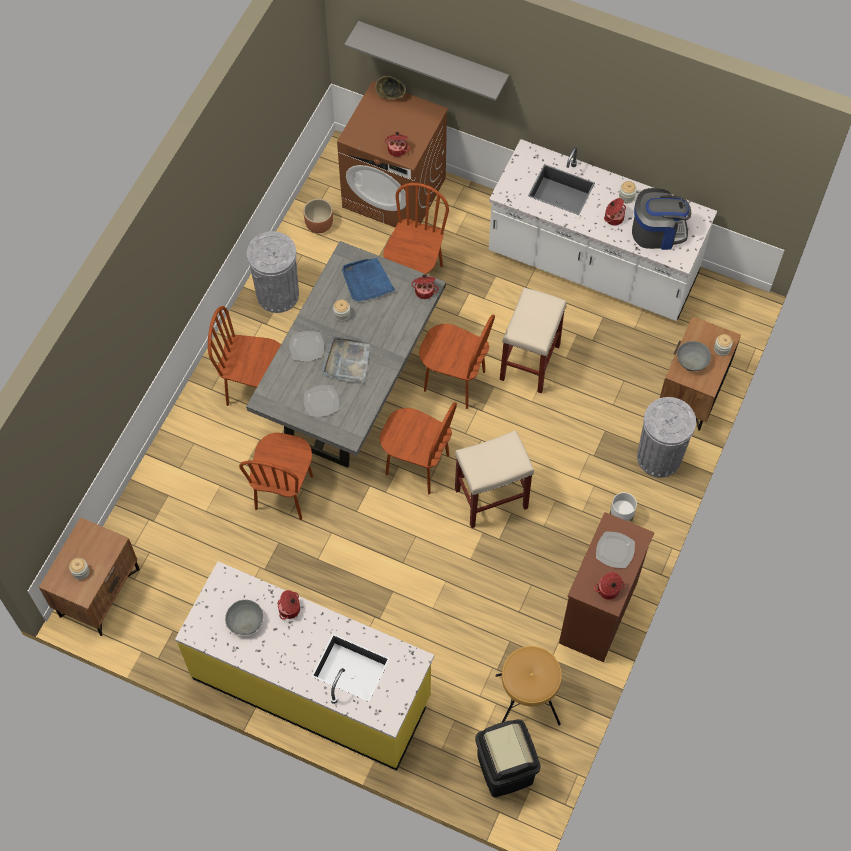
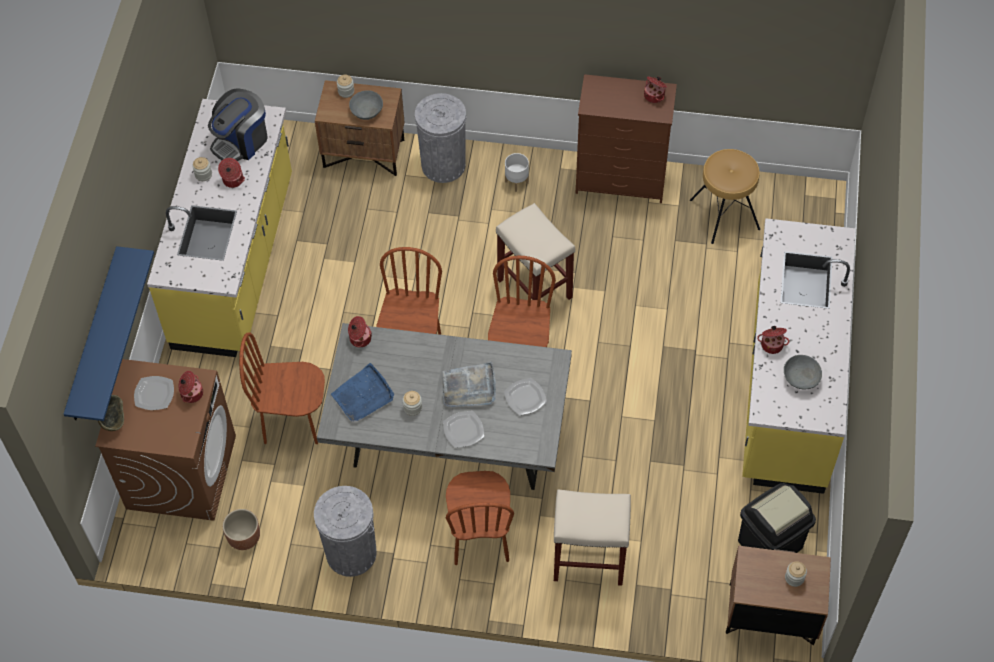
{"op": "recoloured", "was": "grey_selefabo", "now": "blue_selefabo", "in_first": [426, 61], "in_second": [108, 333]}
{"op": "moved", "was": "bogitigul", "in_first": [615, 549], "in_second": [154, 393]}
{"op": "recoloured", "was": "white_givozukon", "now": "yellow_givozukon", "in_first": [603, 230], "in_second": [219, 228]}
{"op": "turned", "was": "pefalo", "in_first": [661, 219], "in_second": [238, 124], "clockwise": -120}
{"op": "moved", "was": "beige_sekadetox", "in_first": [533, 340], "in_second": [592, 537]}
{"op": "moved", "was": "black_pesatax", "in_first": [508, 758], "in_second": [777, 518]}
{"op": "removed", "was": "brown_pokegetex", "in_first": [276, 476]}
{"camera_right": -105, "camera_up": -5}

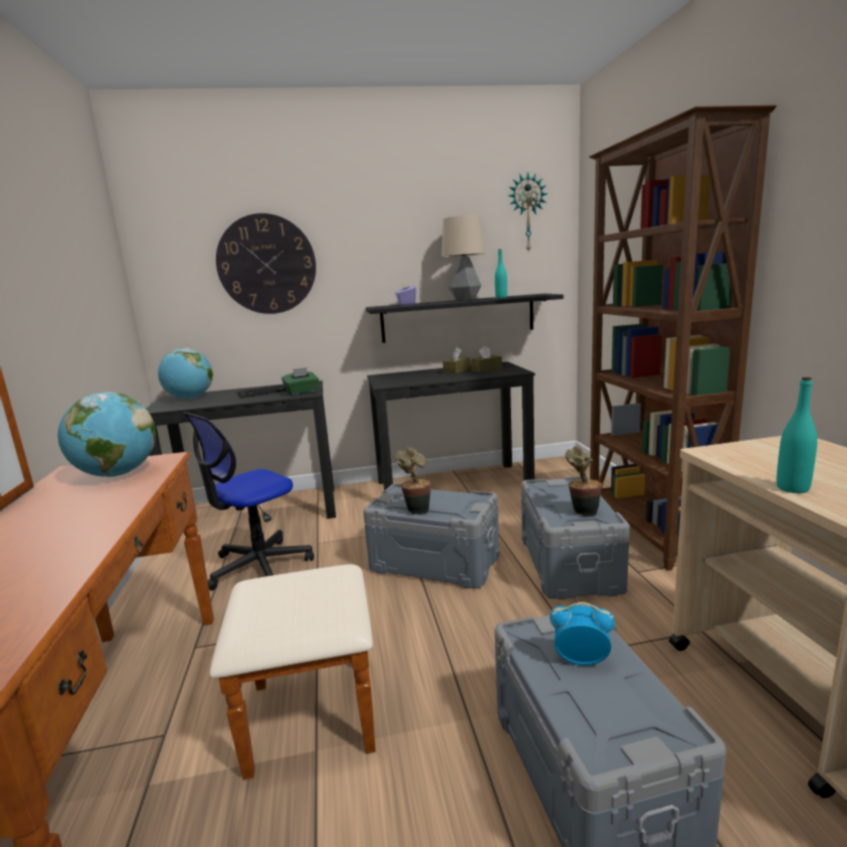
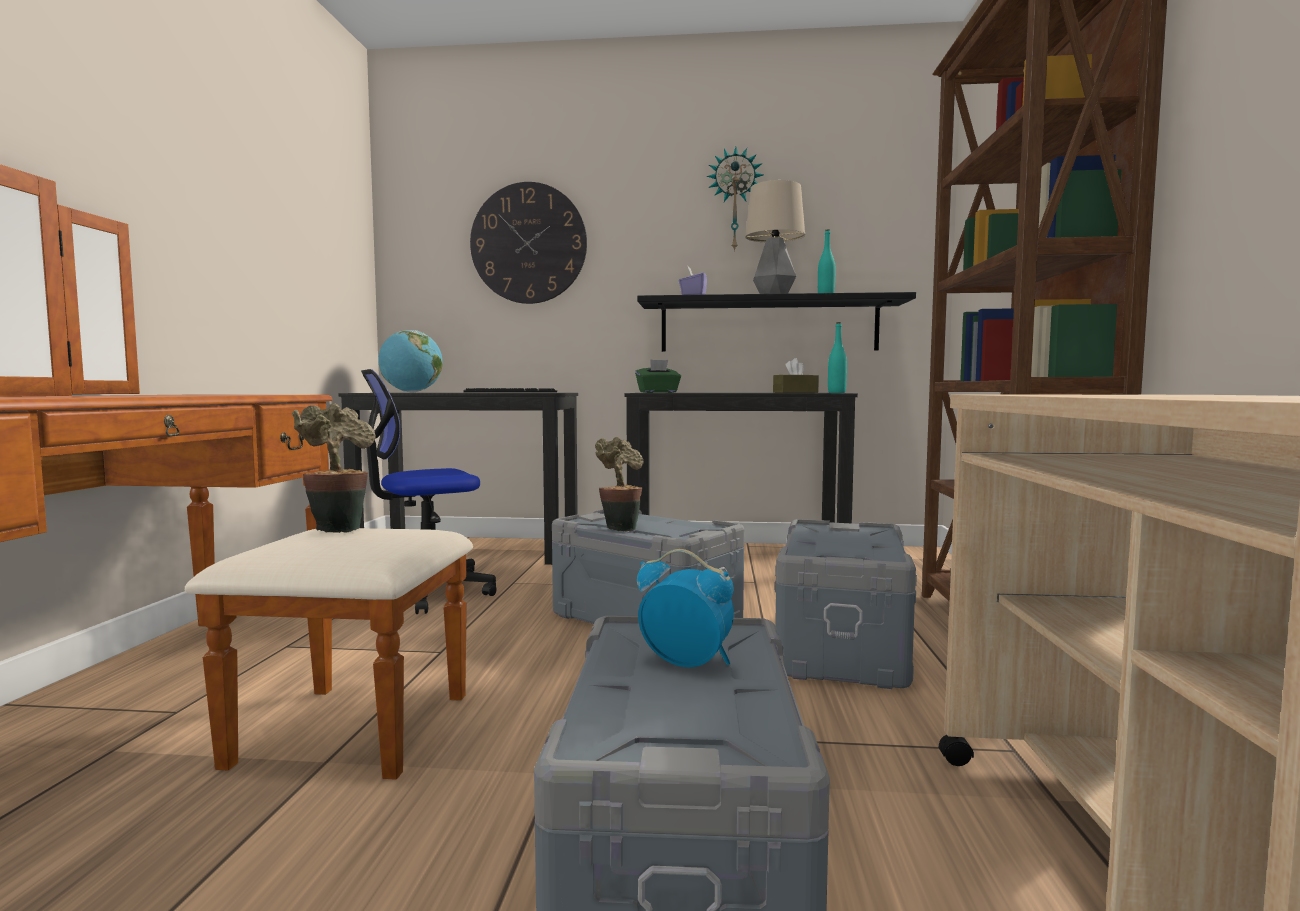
{"op": "moved", "was": "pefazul", "in_first": [583, 481], "in_second": [333, 468]}
{"op": "moved", "was": "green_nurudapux", "in_first": [300, 381], "in_second": [658, 376]}
{"op": "moved", "was": "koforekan", "in_first": [527, 212], "in_second": [735, 199]}
{"op": "moved", "was": "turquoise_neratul", "in_first": [796, 435], "in_second": [837, 357]}
{"op": "removed", "was": "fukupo", "in_first": [107, 434]}
{"op": "removed", "was": "brown_nurudapux", "in_first": [456, 360]}
{"camera_right": 15, "camera_up": -10}

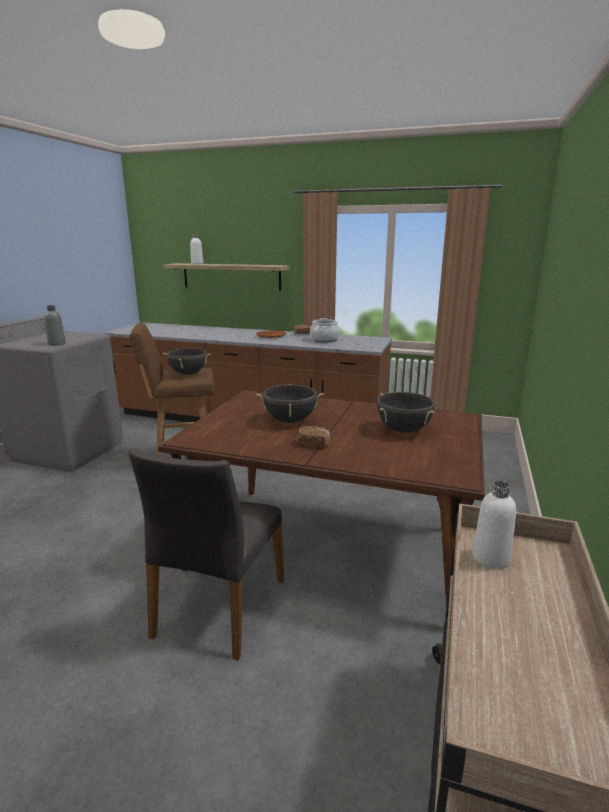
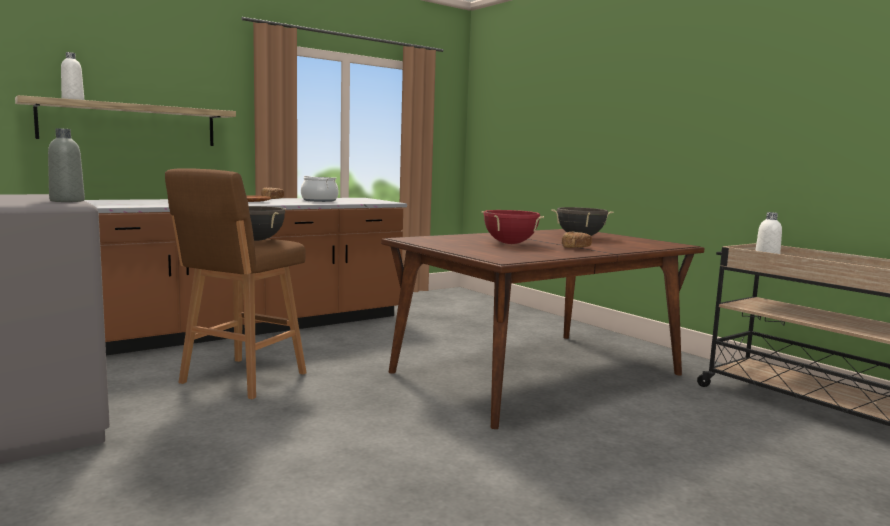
{"op": "recoloured", "was": "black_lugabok", "now": "red_lugabok", "in_first": [290, 403], "in_second": [512, 227]}
{"op": "removed", "was": "grey_pokegetex", "in_first": [206, 554]}
{"camera_right": -55, "camera_up": -10}

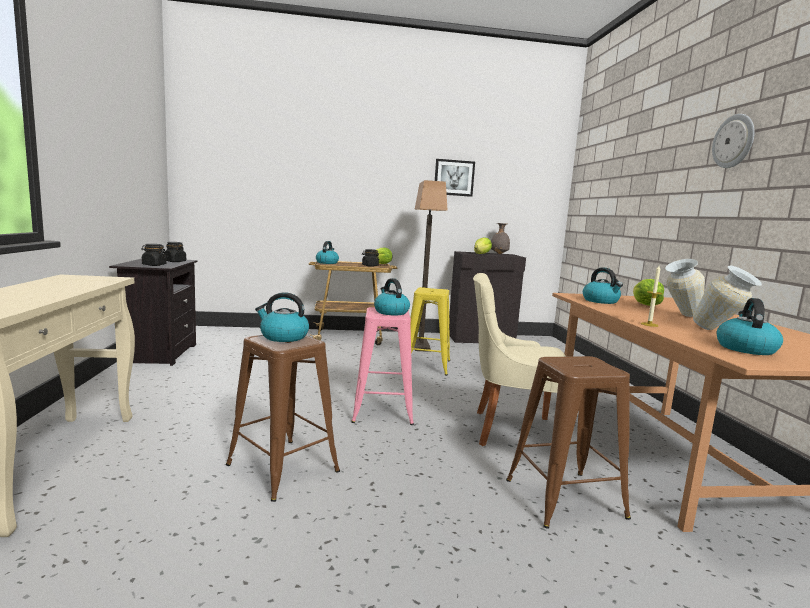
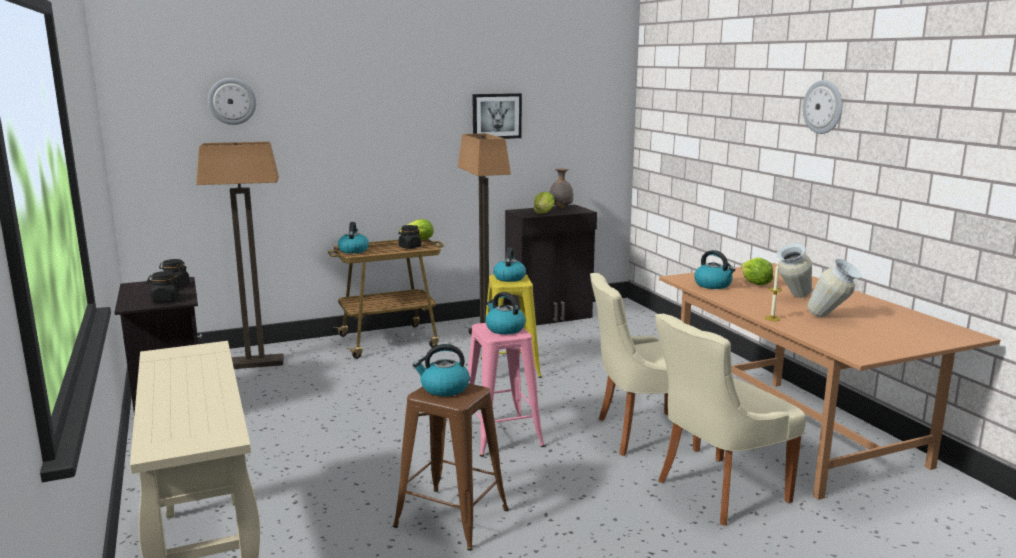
{"op": "added", "now": "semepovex", "in_second": [240, 255]}
{"op": "added", "now": "koforekan", "in_second": [232, 101]}
{"op": "moved", "was": "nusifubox", "in_first": [749, 326], "in_second": [509, 265]}
{"op": "replaced", "was": "brown_sekadetox", "now": "beige_pokegetex", "in_first": [568, 442], "in_second": [730, 420]}
{"camera_right": -15, "camera_up": 5}

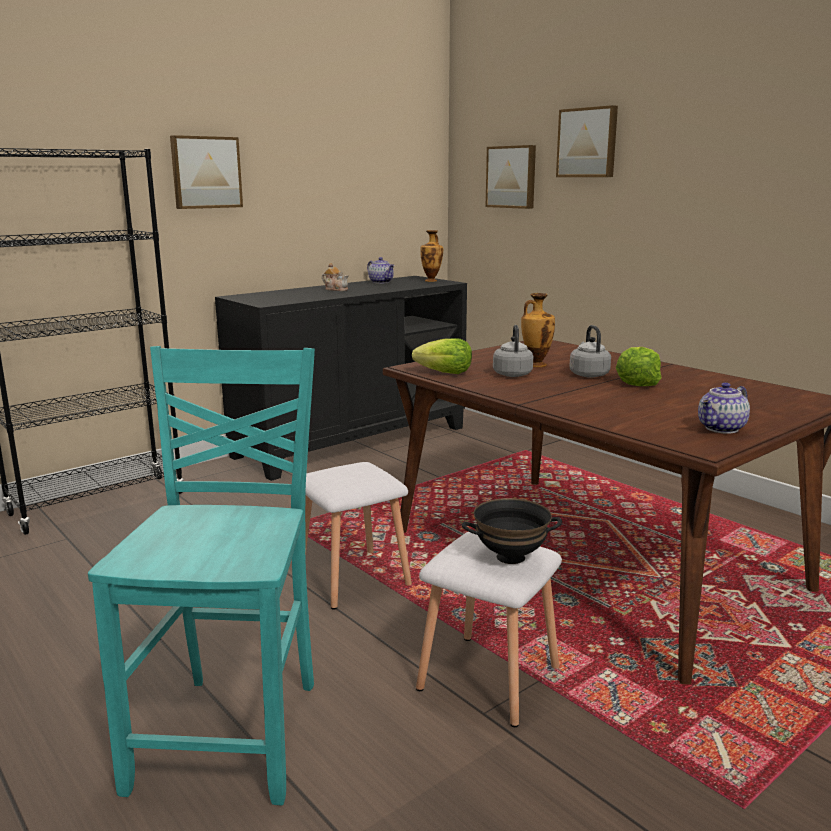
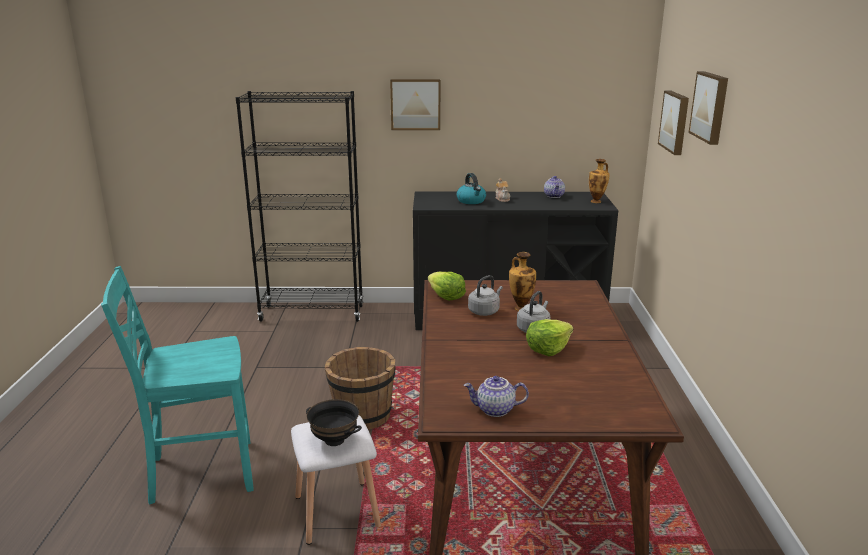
{"op": "turned", "was": "turquoise_pokegetex", "in_first": [201, 576], "in_second": [177, 385], "clockwise": -150}
{"op": "replaced", "was": "white_sekadetox", "now": "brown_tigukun", "in_first": [358, 536], "in_second": [360, 388]}
{"op": "added", "now": "nusifubox", "in_second": [471, 188]}
{"camera_right": 40, "camera_up": 5}

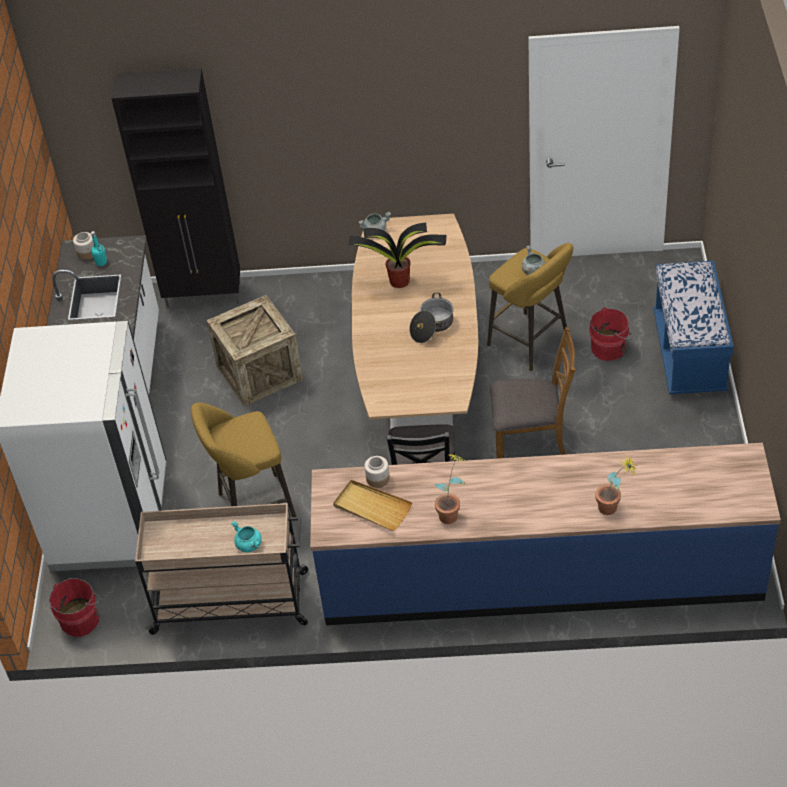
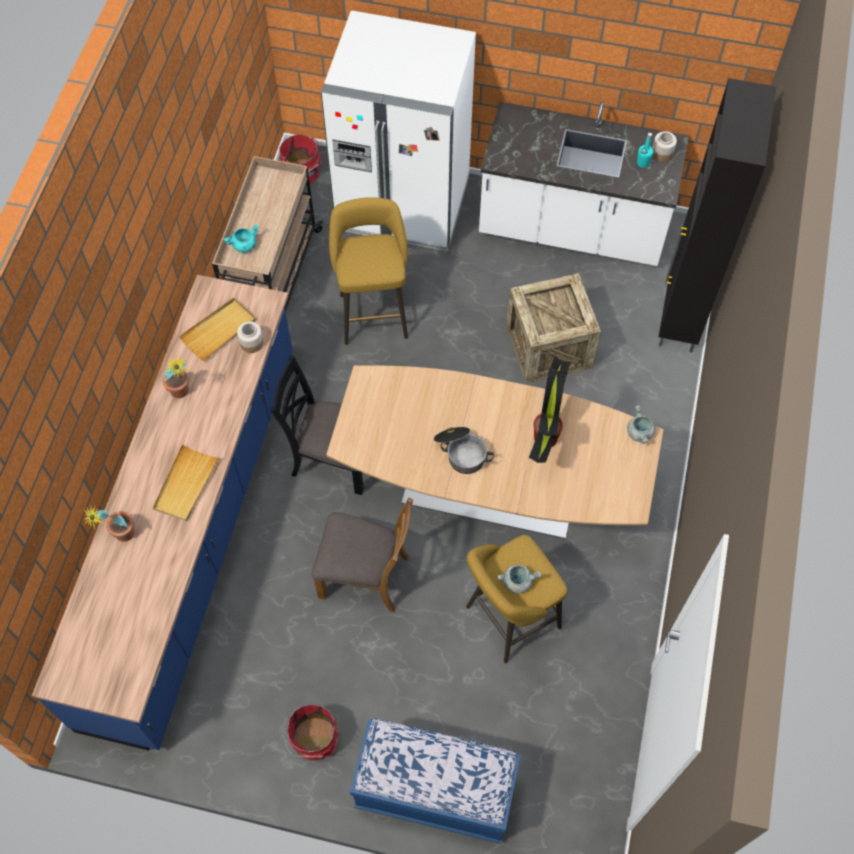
{"op": "added", "now": "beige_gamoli", "in_second": [186, 482]}
{"op": "moved", "was": "red_tigukun", "in_first": [610, 334], "in_second": [311, 732]}
{"op": "turned", "was": "brown_pokegetex", "in_first": [532, 393], "in_second": [362, 555], "clockwise": -90}
{"camera_right": 100, "camera_up": 15}

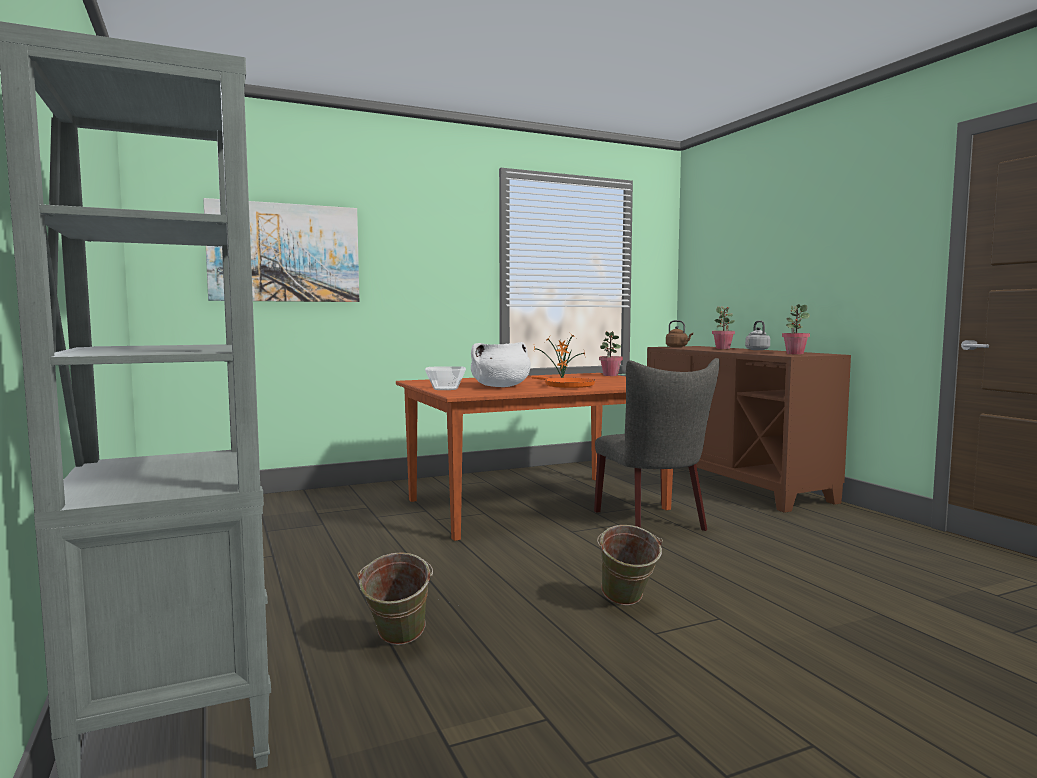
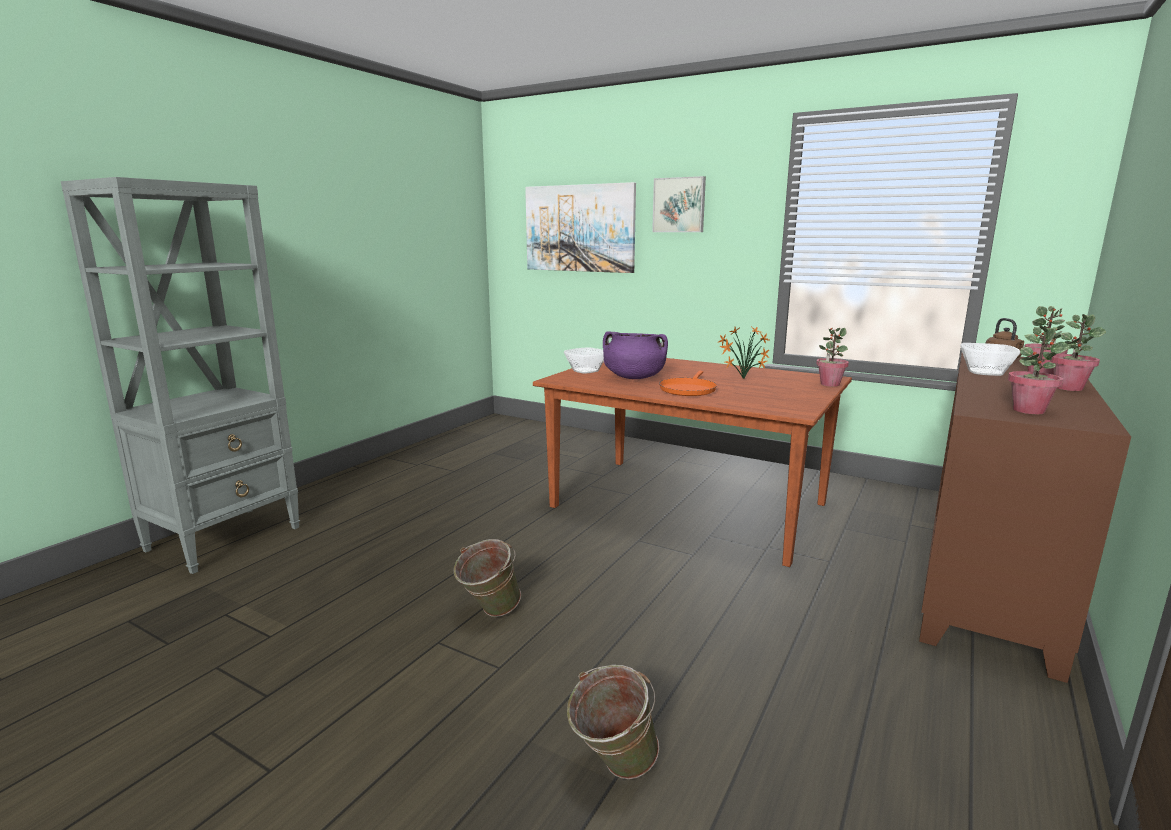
{"op": "moved", "was": "green_tigukun", "in_first": [395, 598], "in_second": [613, 722]}
{"op": "recoloured", "was": "white_lugabok", "now": "purple_lugabok", "in_first": [501, 364], "in_second": [635, 355]}
{"op": "added", "now": "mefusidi", "in_second": [679, 204]}
{"op": "added", "now": "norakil", "in_second": [990, 359]}
{"op": "replaced", "was": "grey_nusifubox", "now": "pefazul", "in_first": [757, 335], "in_second": [1078, 352]}
{"op": "removed", "was": "grey_pokegetex", "in_first": [657, 444]}
{"camera_right": 55, "camera_up": 10}

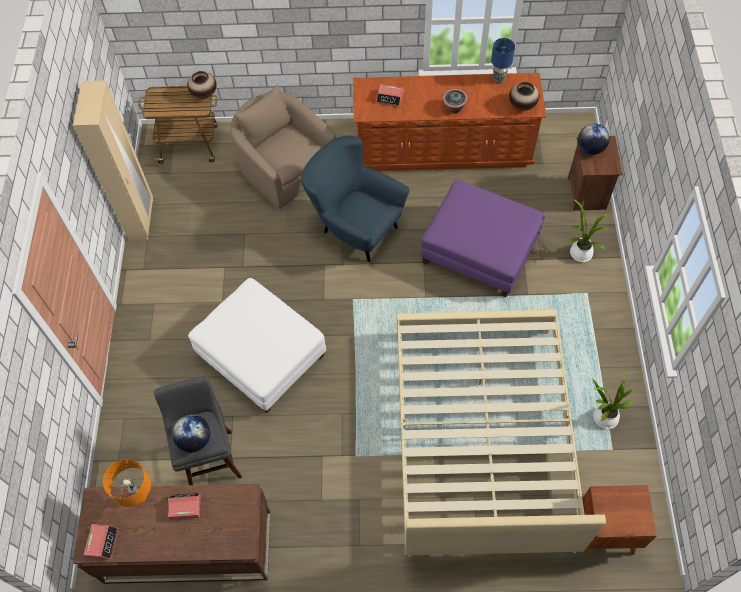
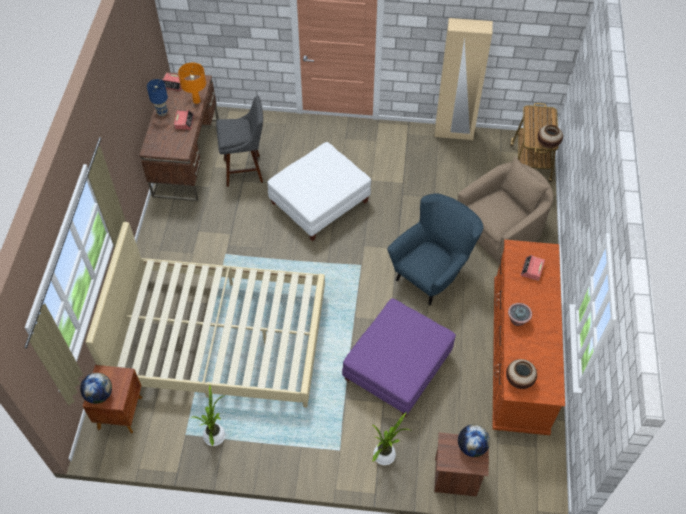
{"op": "moved", "was": "fukupo", "in_first": [191, 433], "in_second": [96, 388]}
{"op": "moved", "was": "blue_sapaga", "in_first": [503, 60], "in_second": [157, 97]}
{"camera_right": 95, "camera_up": -5}

